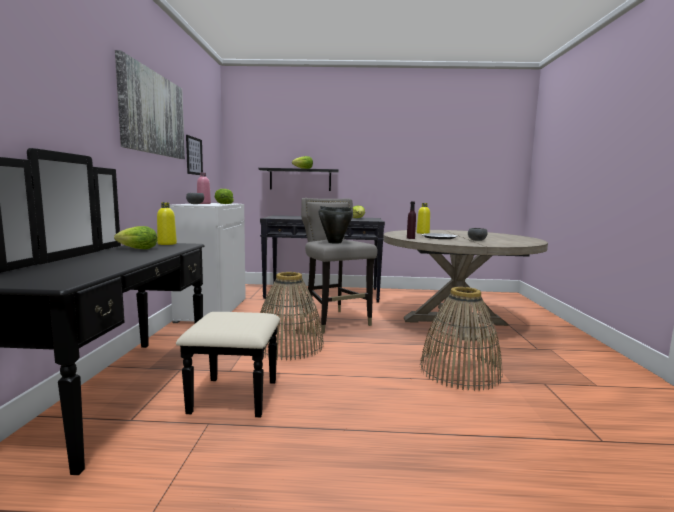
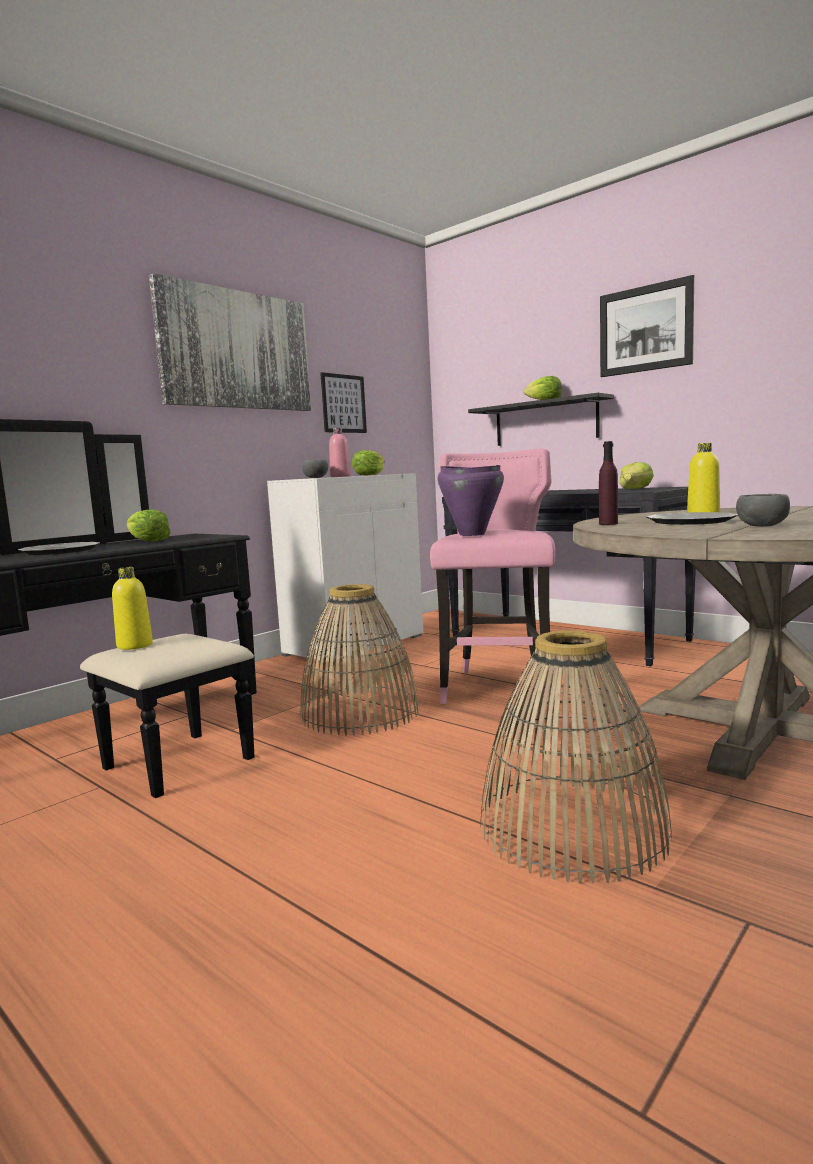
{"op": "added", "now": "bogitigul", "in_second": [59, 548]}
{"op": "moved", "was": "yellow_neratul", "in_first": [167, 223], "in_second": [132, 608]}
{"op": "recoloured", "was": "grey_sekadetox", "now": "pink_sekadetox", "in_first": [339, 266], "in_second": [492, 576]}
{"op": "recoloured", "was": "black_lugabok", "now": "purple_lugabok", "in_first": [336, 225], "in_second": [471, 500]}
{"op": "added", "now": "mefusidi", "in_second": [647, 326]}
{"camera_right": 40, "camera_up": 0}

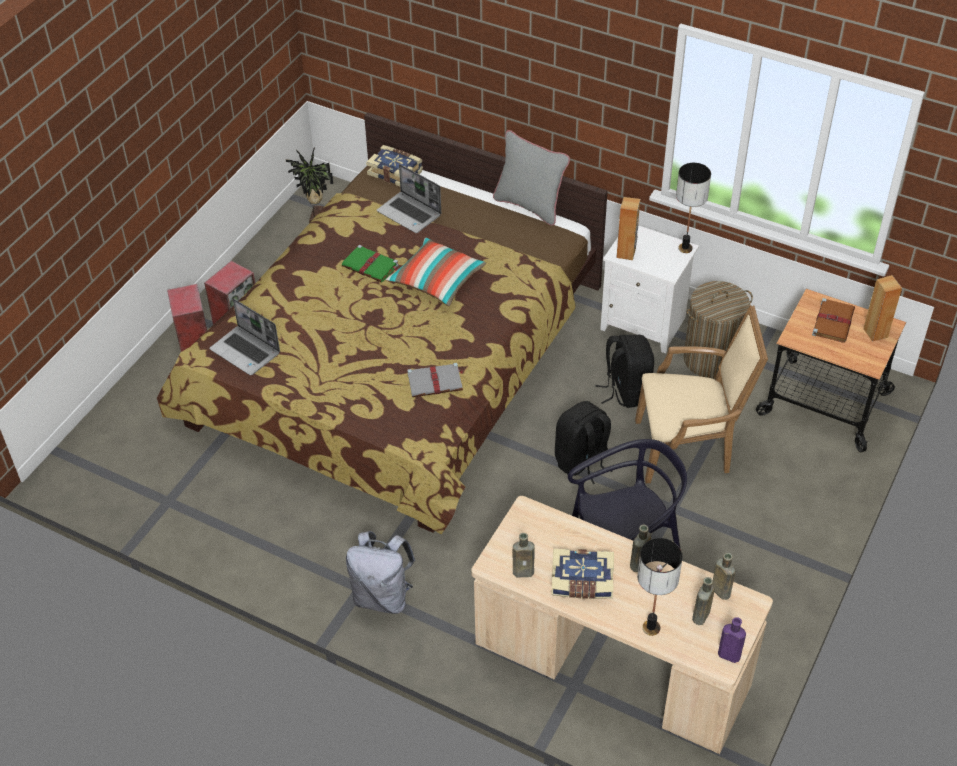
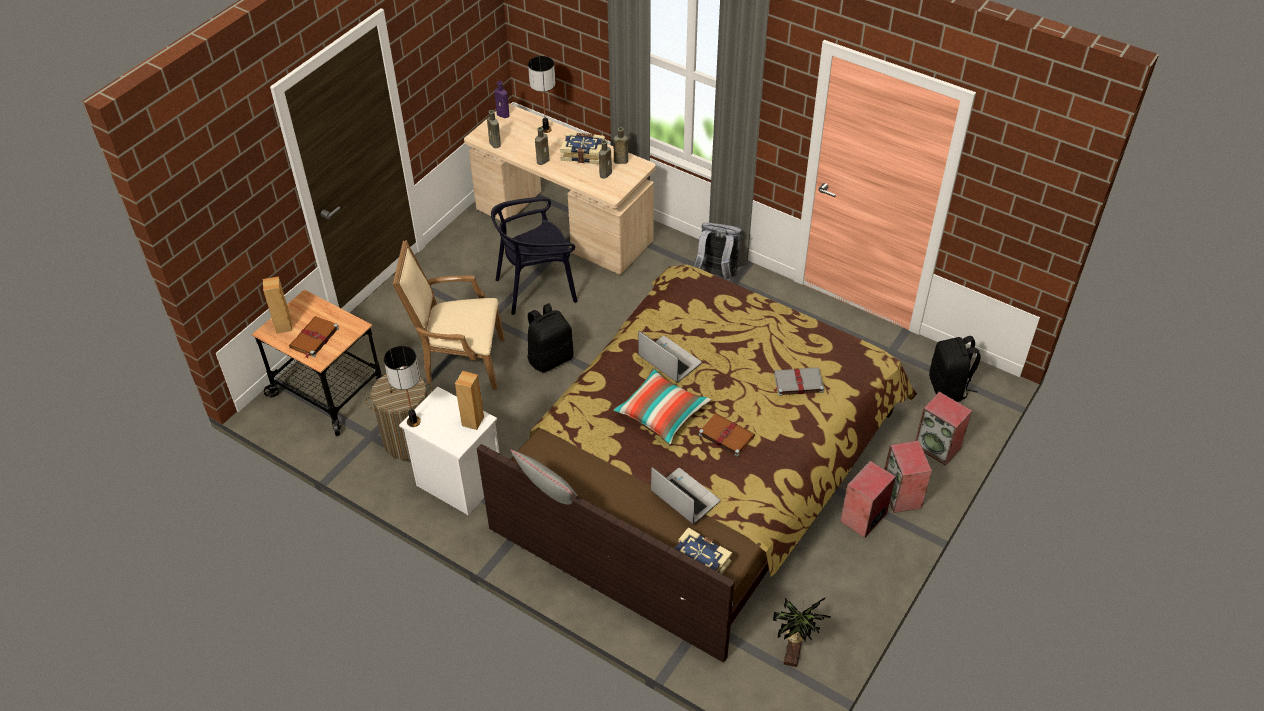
{"op": "moved", "was": "brown_neratul", "in_first": [703, 601], "in_second": [605, 159]}
{"op": "moved", "was": "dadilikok", "in_first": [244, 337], "in_second": [670, 356]}
{"op": "recoloured", "was": "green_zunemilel", "now": "brown_zunemilel", "in_first": [370, 264], "in_second": [726, 435]}
{"op": "moved", "was": "grey_zunemilel", "in_first": [435, 380], "in_second": [798, 381]}
{"op": "added", "now": "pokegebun", "in_second": [943, 429]}
{"op": "moved", "was": "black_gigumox", "in_first": [624, 371], "in_second": [955, 369]}
{"camera_right": -175, "camera_up": 0}

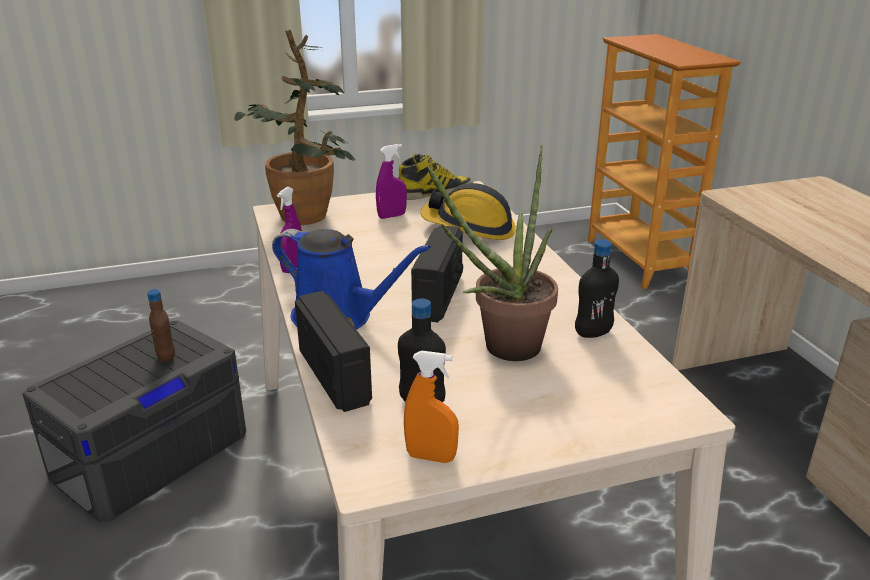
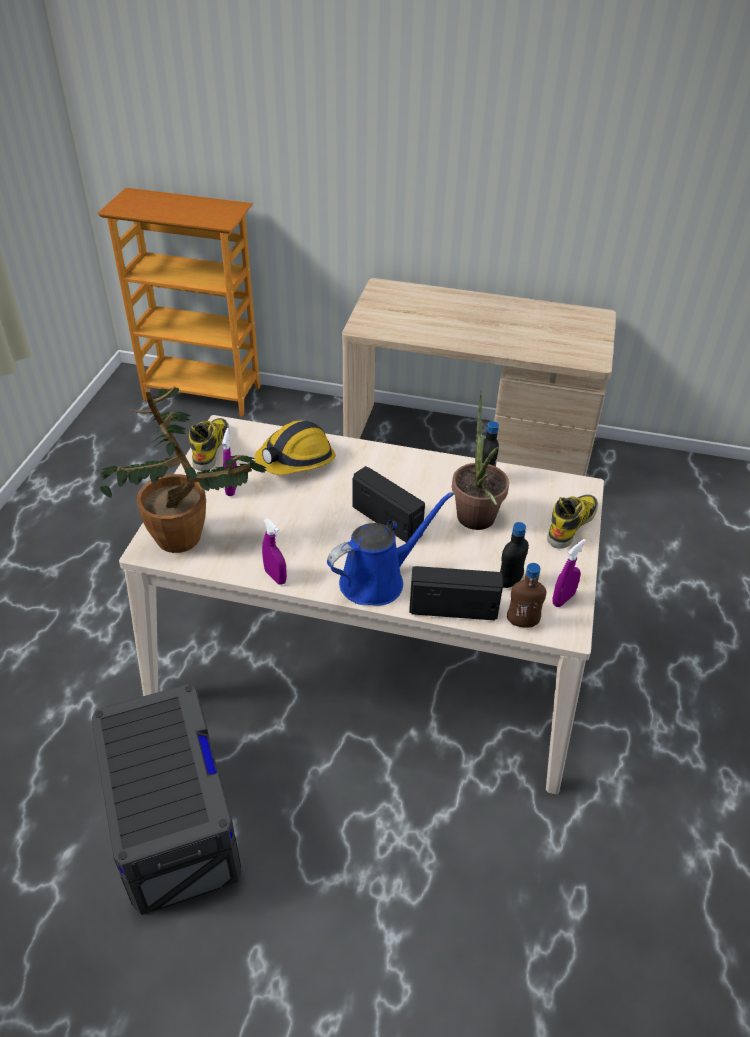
{"op": "moved", "was": "brown_neratul", "in_first": [161, 326], "in_second": [527, 595]}
{"op": "added", "now": "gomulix", "in_second": [572, 521]}
{"op": "recoloured", "was": "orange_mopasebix", "now": "purple_mopasebix", "in_first": [431, 407], "in_second": [569, 573]}
{"camera_right": -60, "camera_up": 15}

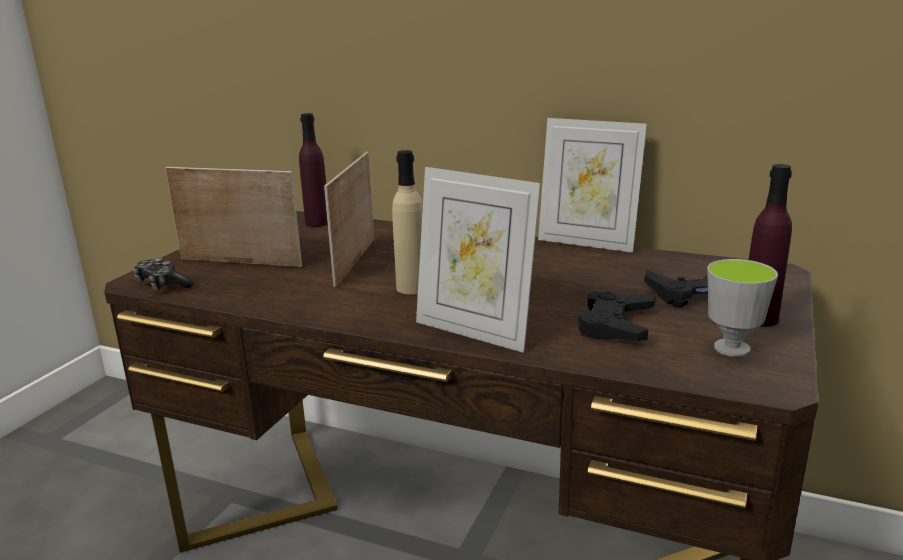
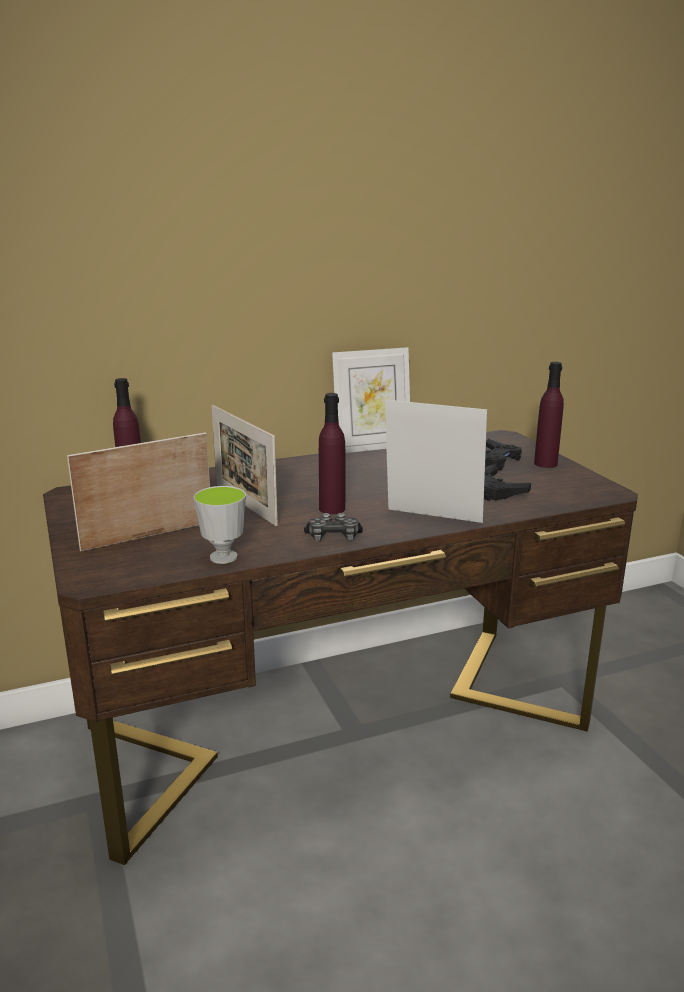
{"op": "moved", "was": "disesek", "in_first": [742, 308], "in_second": [219, 525]}
{"op": "moved", "was": "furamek", "in_first": [163, 274], "in_second": [333, 527]}
{"op": "recoloured", "was": "beige_neratul", "now": "purple_neratul", "in_first": [407, 222], "in_second": [332, 453]}
{"op": "turned", "was": "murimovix", "in_first": [478, 260], "in_second": [436, 461], "clockwise": -150}
{"camera_right": -45, "camera_up": 0}

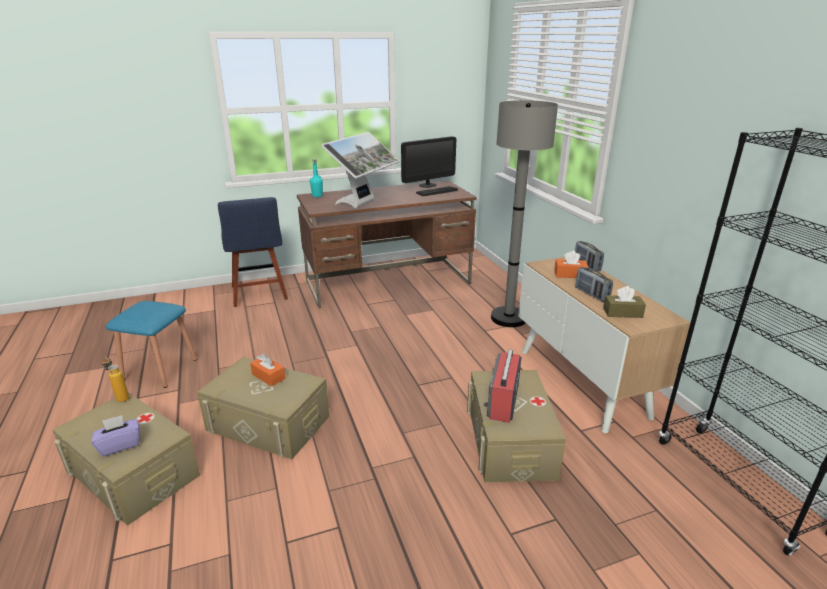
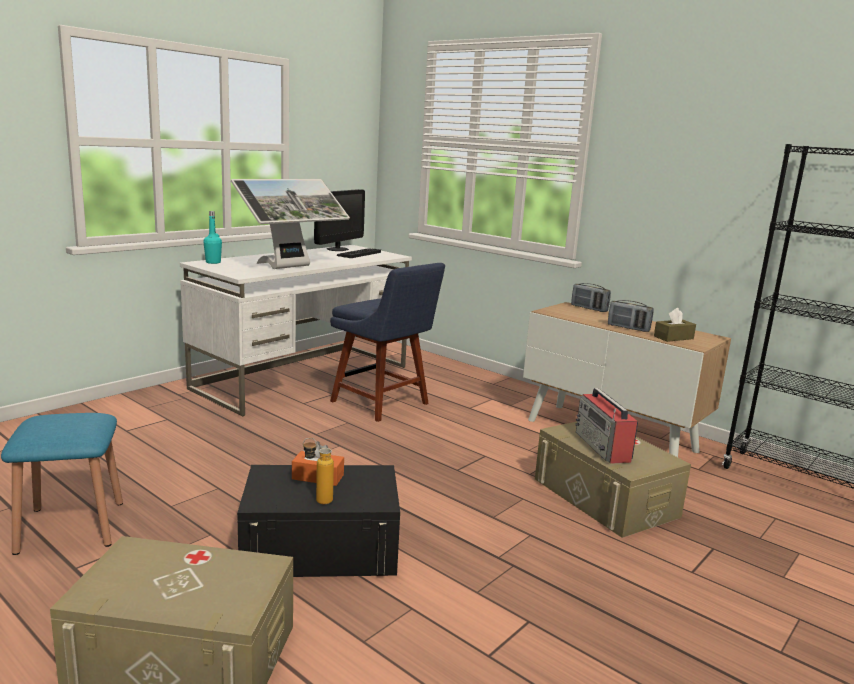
{"op": "recoloured", "was": "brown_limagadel", "now": "white_limagadel", "in_first": [387, 244], "in_second": [296, 330]}
{"op": "turned", "was": "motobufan", "in_first": [360, 170], "in_second": [290, 224], "clockwise": 45}
{"op": "recoloured", "was": "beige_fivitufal", "now": "black_fivitufal", "in_first": [263, 408], "in_second": [318, 521]}
{"op": "moved", "was": "neratul", "in_first": [115, 379], "in_second": [318, 471]}
{"op": "moved", "was": "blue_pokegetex", "in_first": [253, 252], "in_second": [387, 342]}
{"op": "removed", "was": "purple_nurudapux", "in_first": [115, 435]}
{"op": "removed", "was": "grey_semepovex", "in_first": [524, 213]}
{"op": "removed", "was": "orange_nurudapux", "in_first": [571, 264]}
{"camera_right": -30, "camera_up": -10}

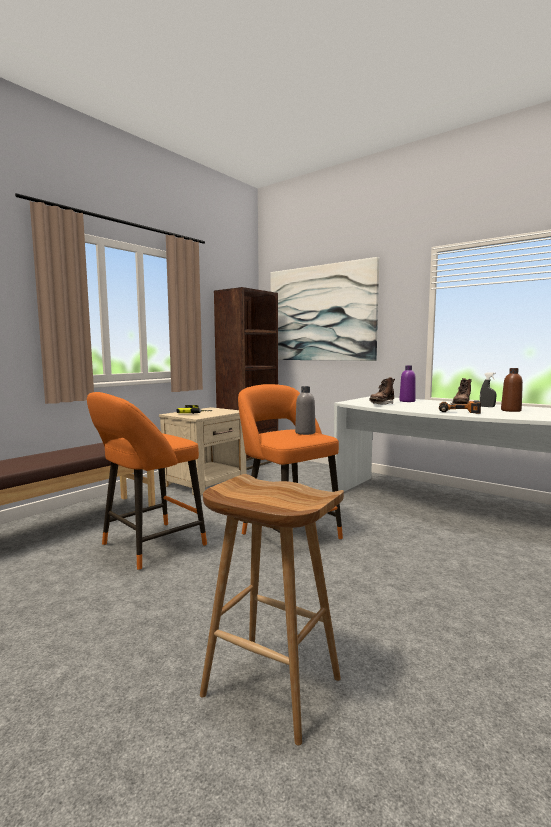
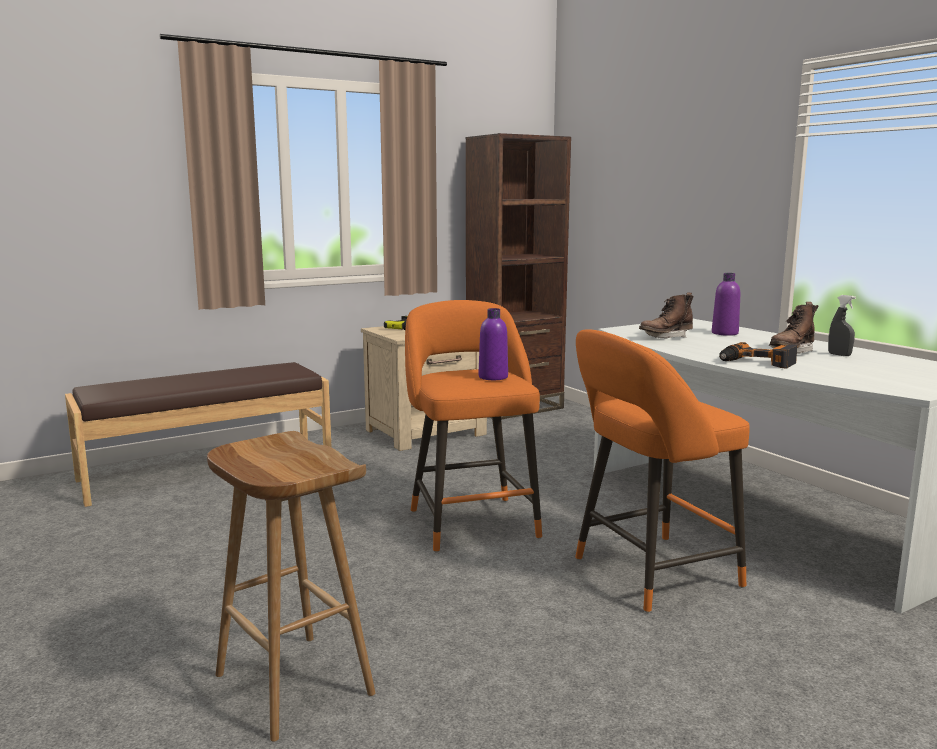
{"op": "recoloured", "was": "grey_neratul", "now": "purple_neratul", "in_first": [305, 410], "in_second": [493, 344]}
{"op": "moved", "was": "orange_sekadetox", "in_first": [147, 481], "in_second": [662, 471]}
{"op": "removed", "was": "mefusidi", "in_first": [325, 309]}
{"op": "removed", "was": "brown_neratul", "in_first": [512, 390]}
{"camera_right": 20, "camera_up": 5}

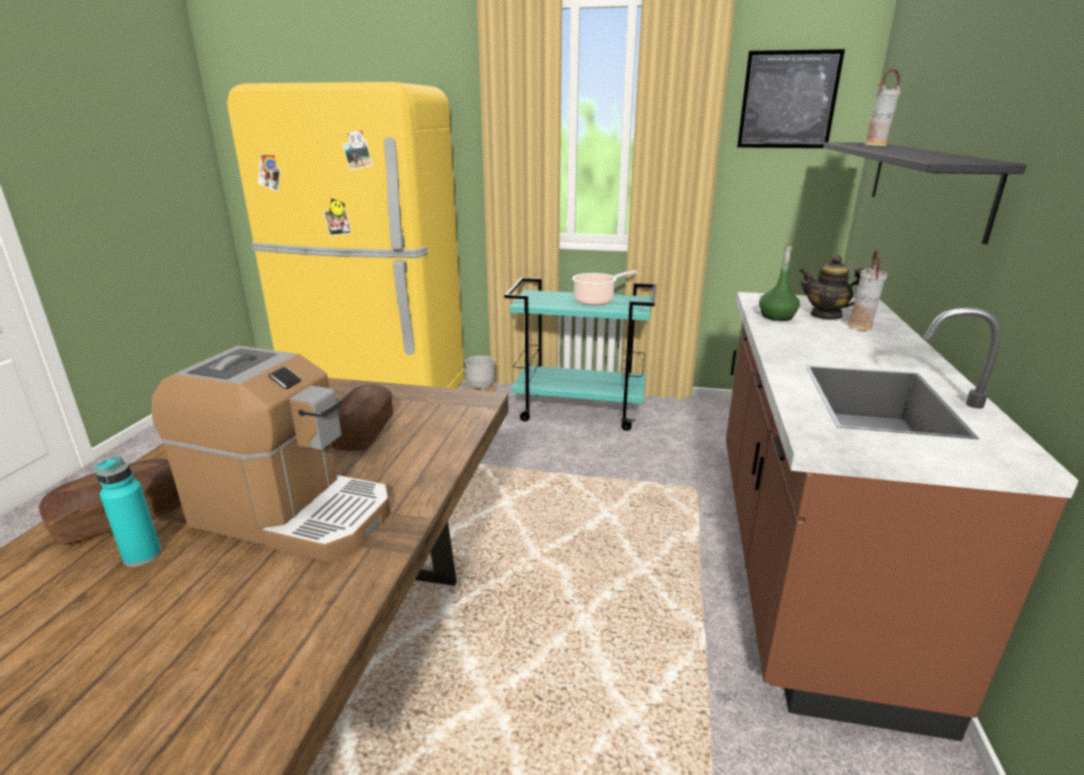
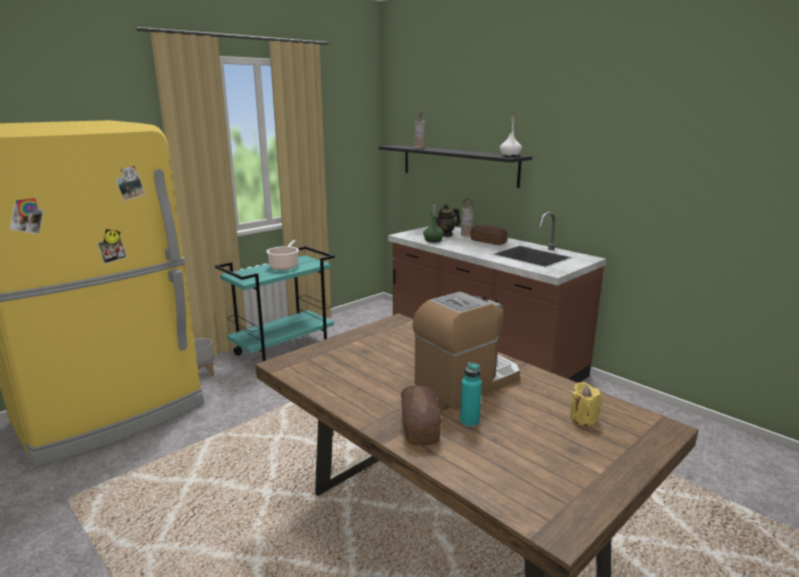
{"op": "moved", "was": "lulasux", "in_first": [362, 417], "in_second": [489, 235]}
{"op": "added", "now": "white_neratul", "in_second": [511, 135]}
{"op": "added", "now": "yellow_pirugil", "in_second": [585, 404]}
{"op": "removed", "was": "mefusidi", "in_first": [791, 98]}
{"camera_right": -55, "camera_up": -5}

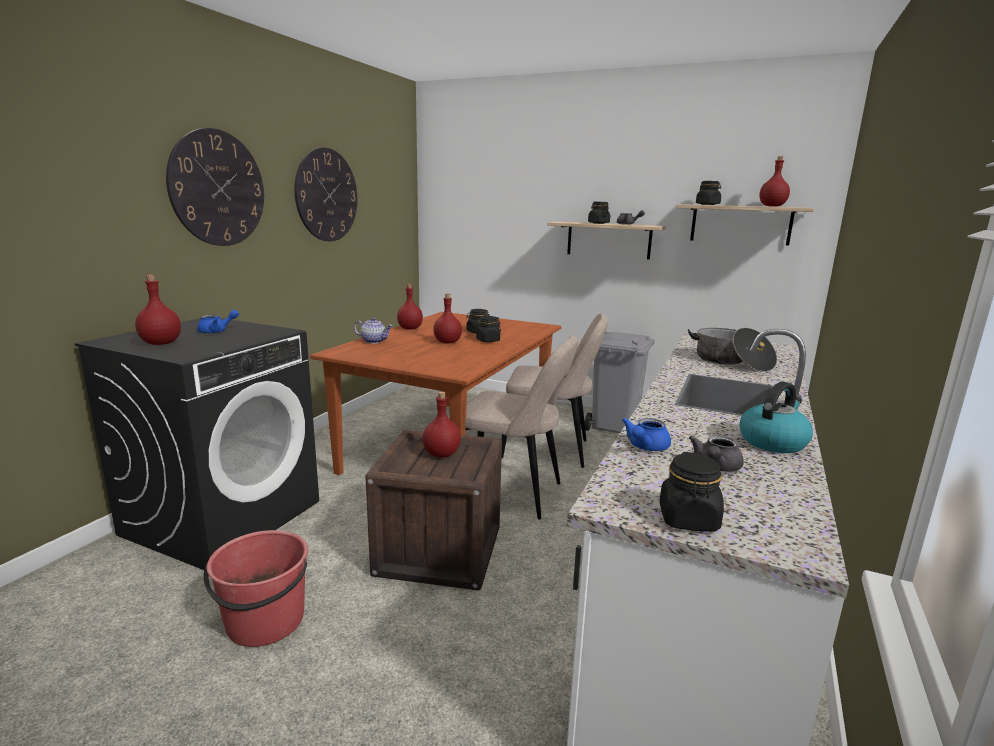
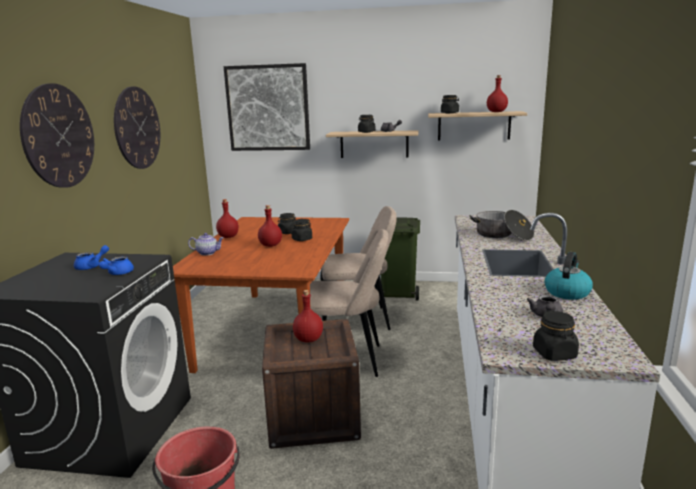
{"op": "moved", "was": "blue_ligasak", "in_first": [646, 434], "in_second": [116, 265]}
{"op": "added", "now": "mefusidi", "in_second": [267, 107]}
{"op": "recoloured", "was": "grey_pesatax", "now": "green_pesatax", "in_first": [620, 382], "in_second": [400, 259]}
{"op": "removed", "was": "red_neratul", "in_first": [158, 310]}
{"camera_right": -15, "camera_up": 0}

